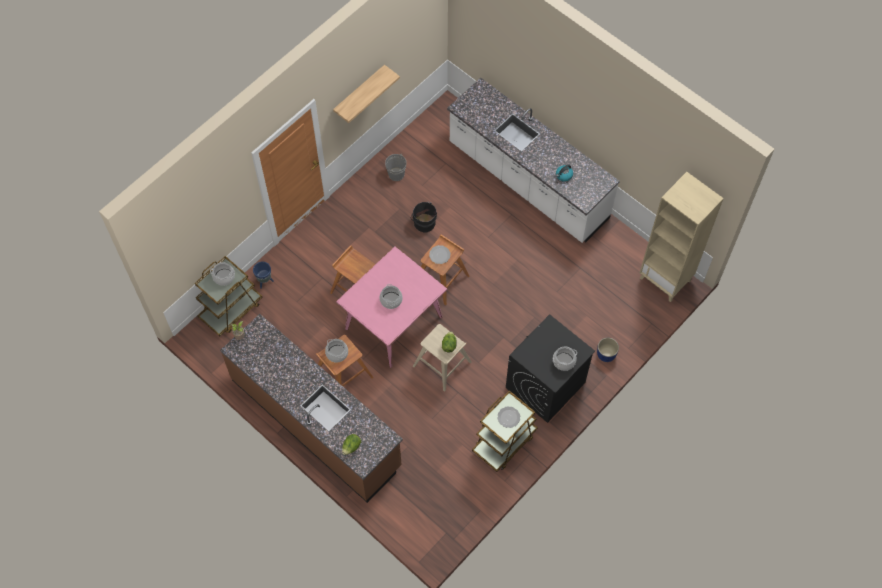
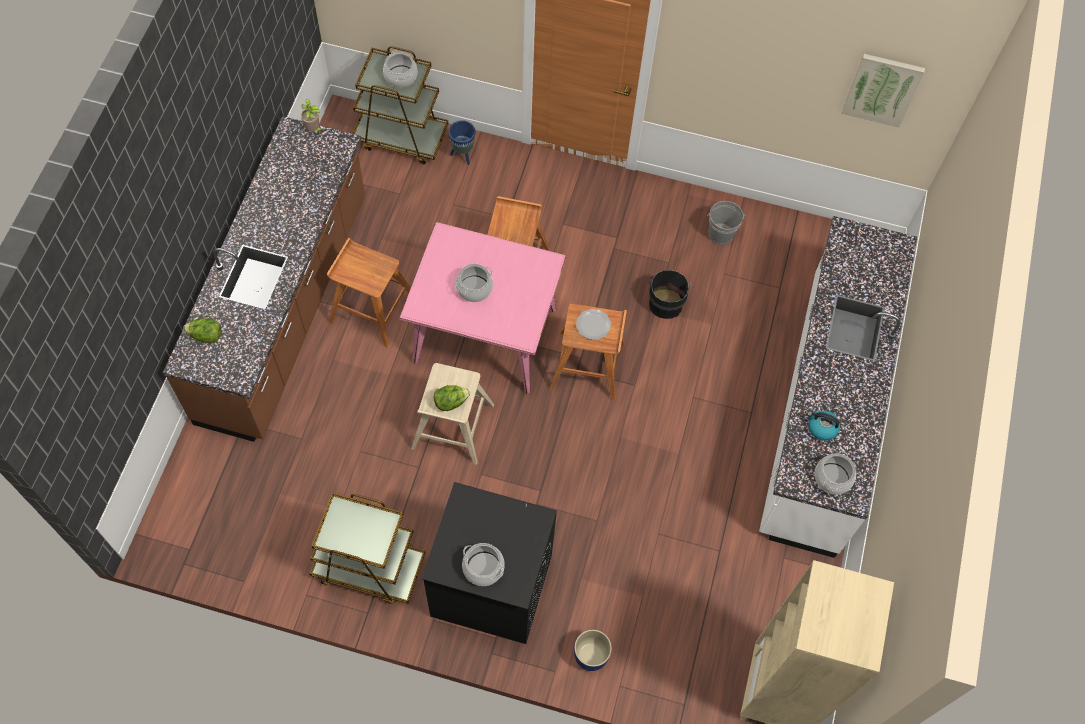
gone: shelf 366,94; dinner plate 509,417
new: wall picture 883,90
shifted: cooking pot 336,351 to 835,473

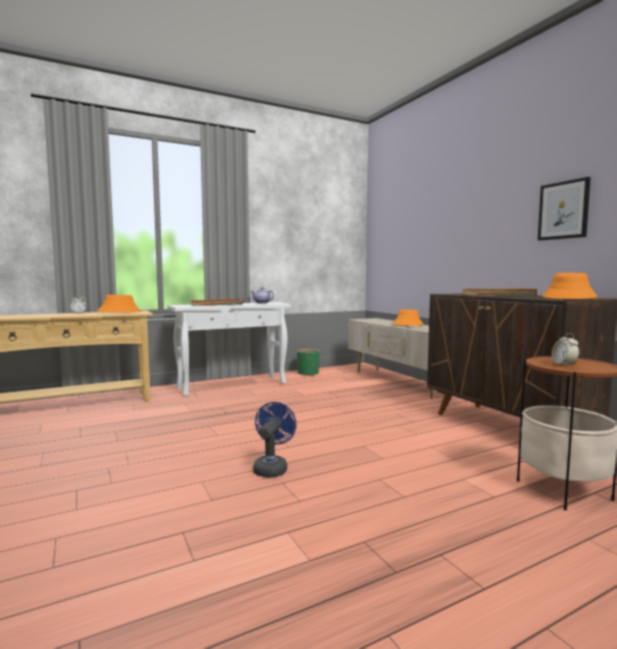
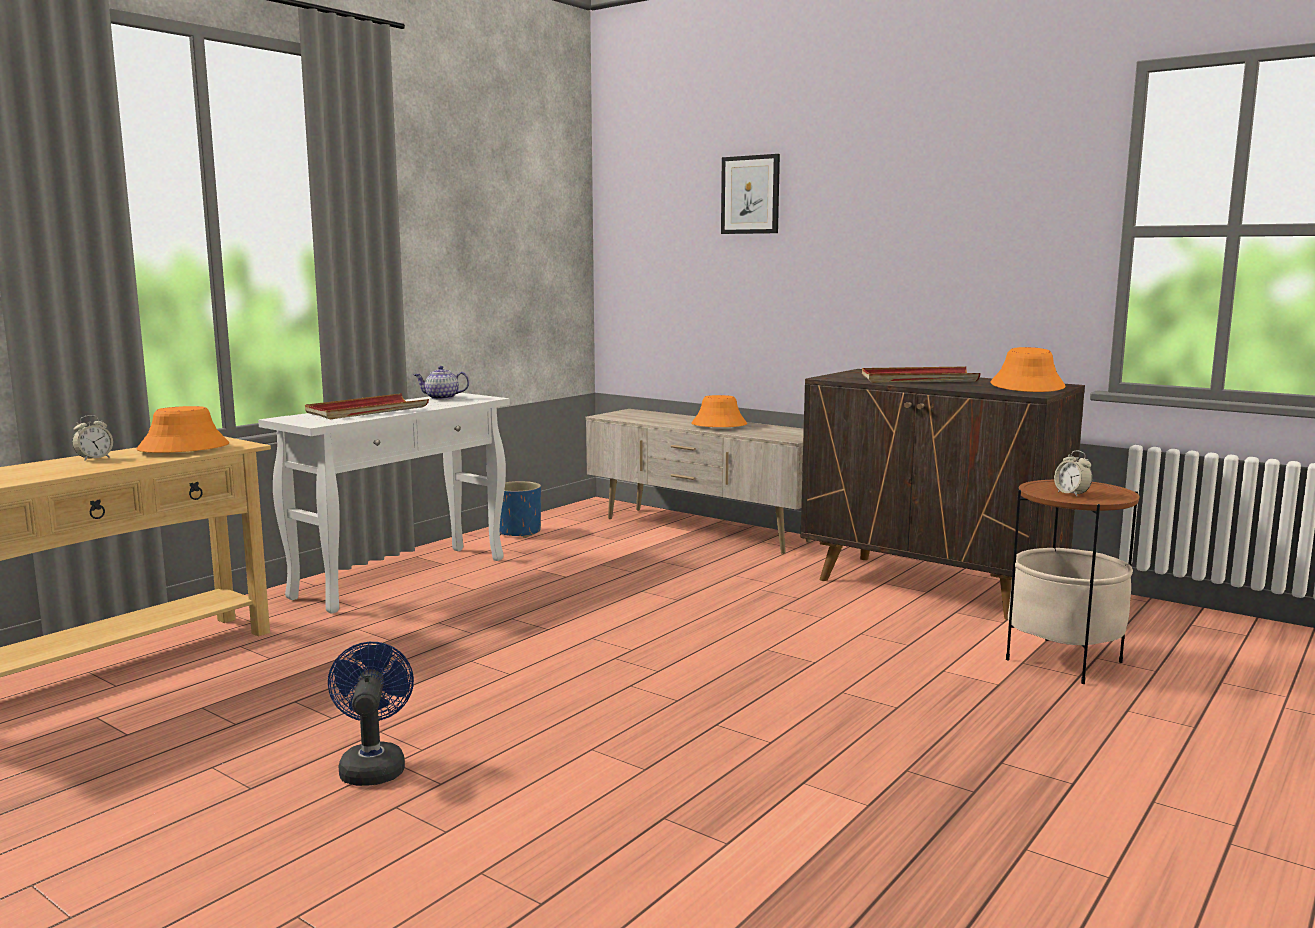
shifted: wall picture 564,209 to 750,194; bluish fan 275,439 to 371,714
repainted: green planter 308,362 to bluish planter 520,509

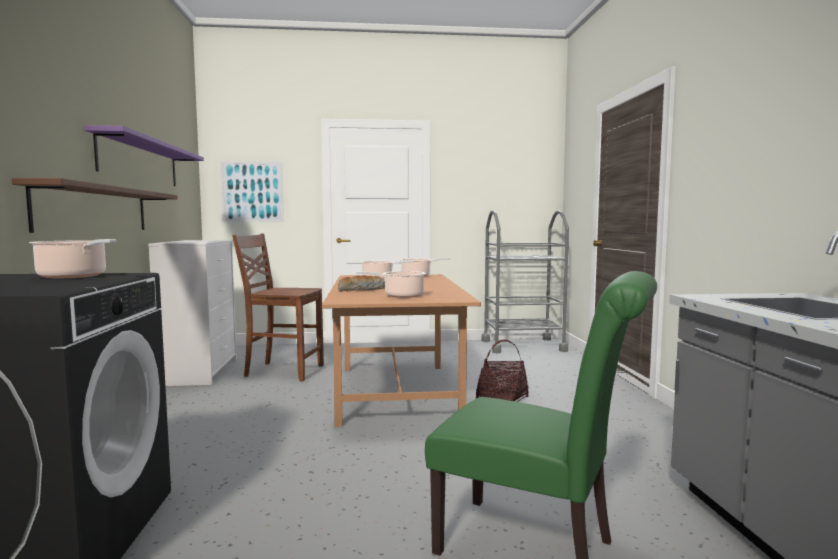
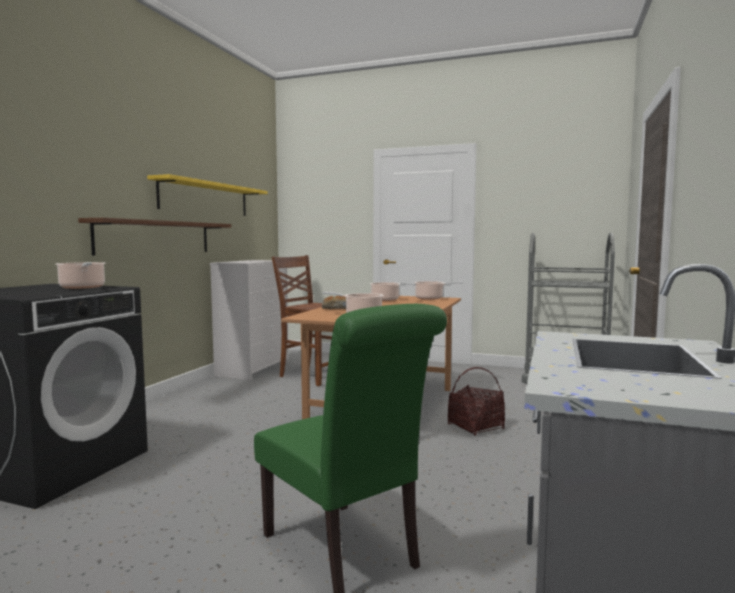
gone: wall picture 252,191
repainted: purple-coloured shelf 144,155 to yellow-coloured shelf 207,195

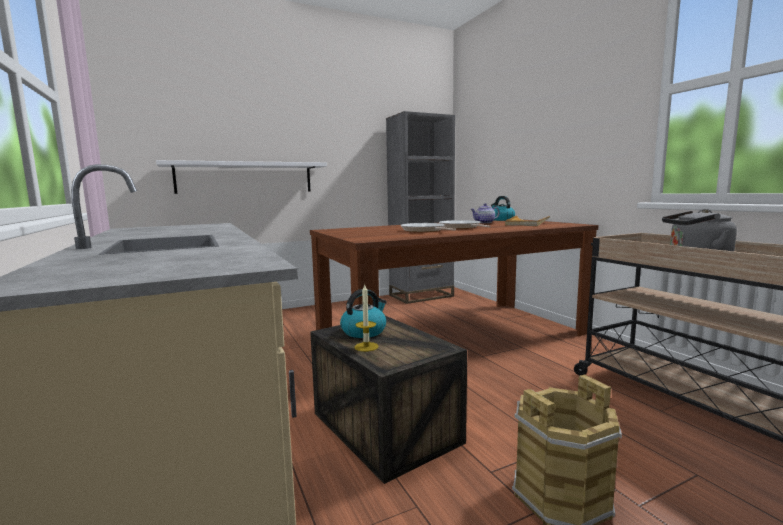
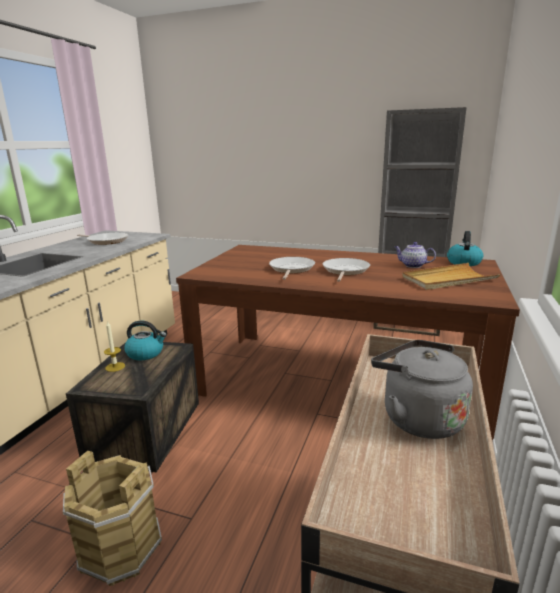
gone: white shelf 241,177
new: skillet 102,238

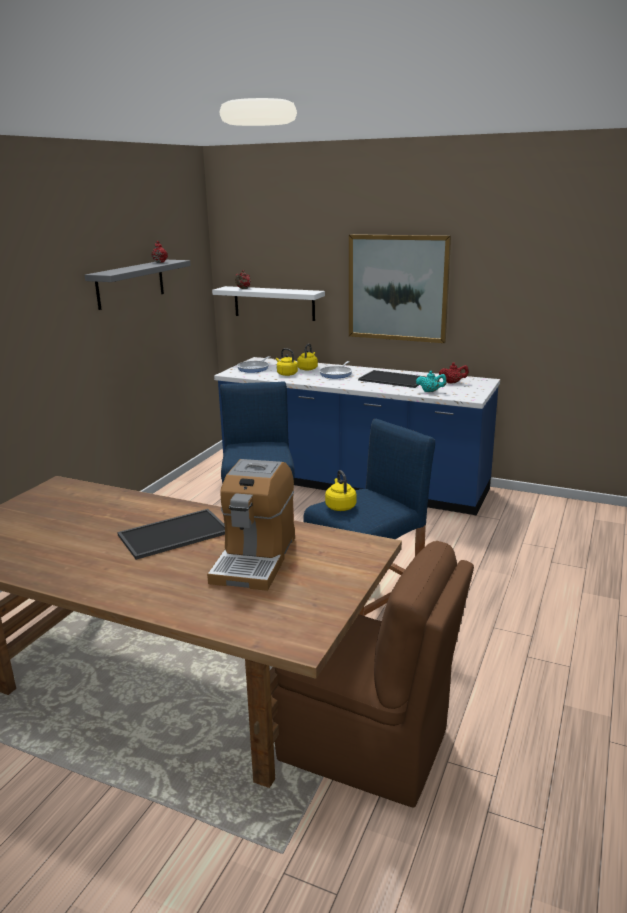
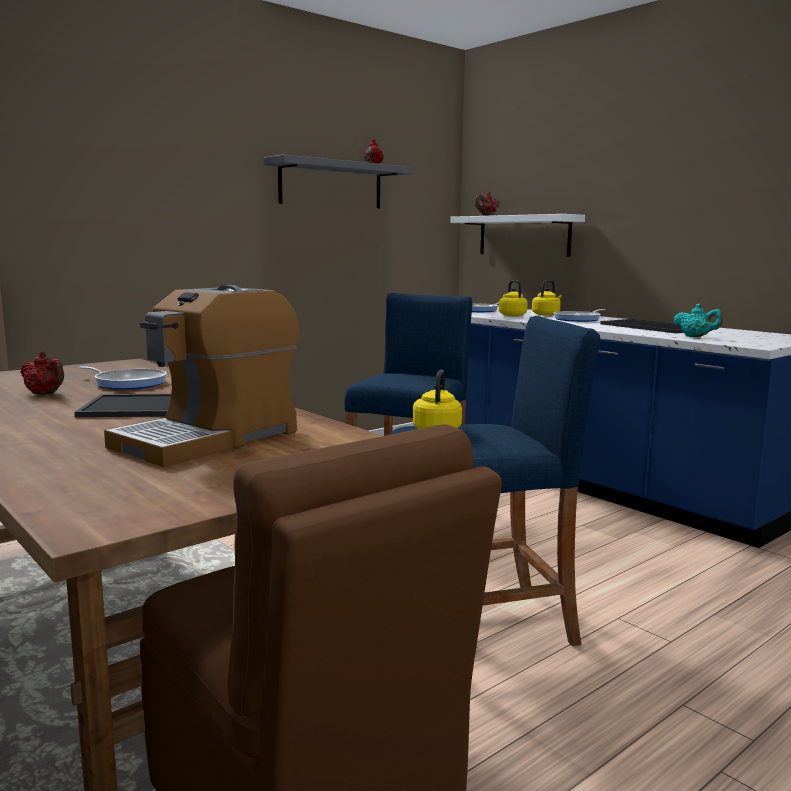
gone: wall picture 400,288
new: skillet 123,378
shifted: red-coloured pot for tea 454,372 to 42,373

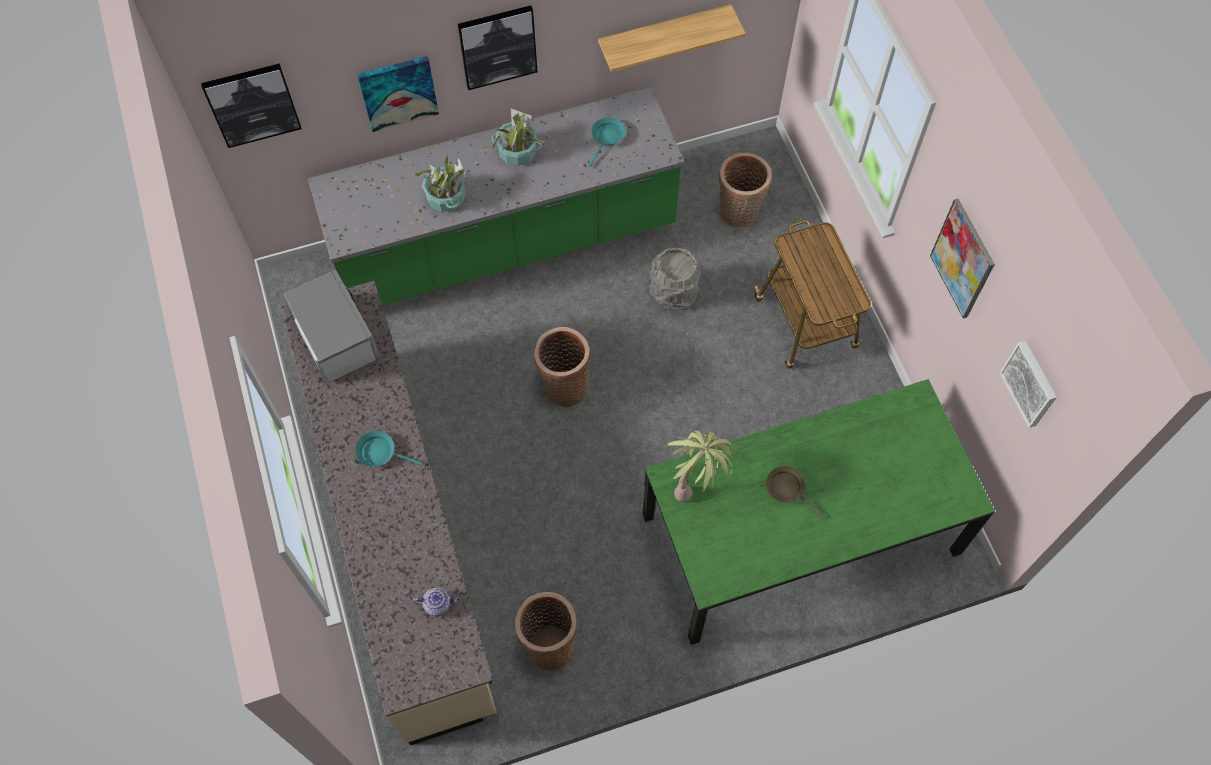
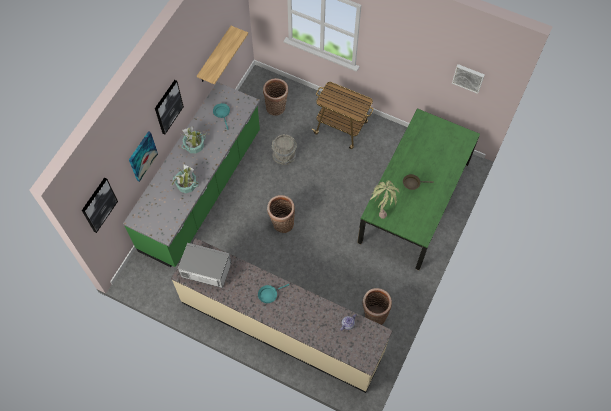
gone: wall picture 962,259

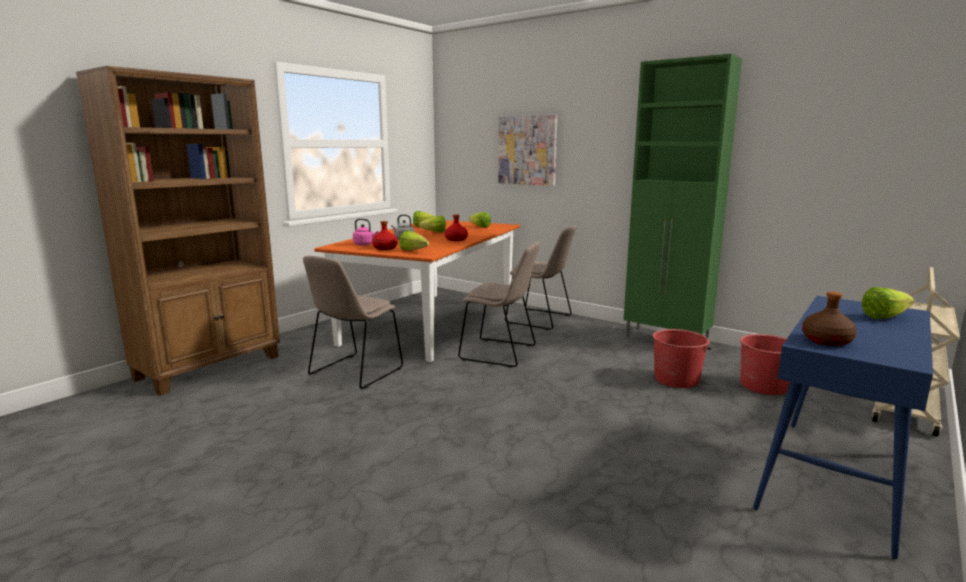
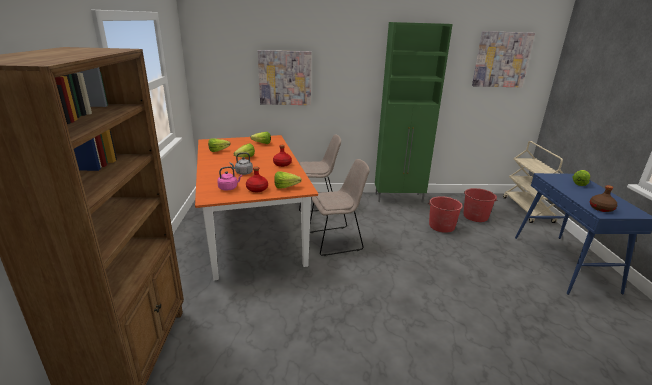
gone: beige-coloured chair 353,322
new: wall picture 503,59

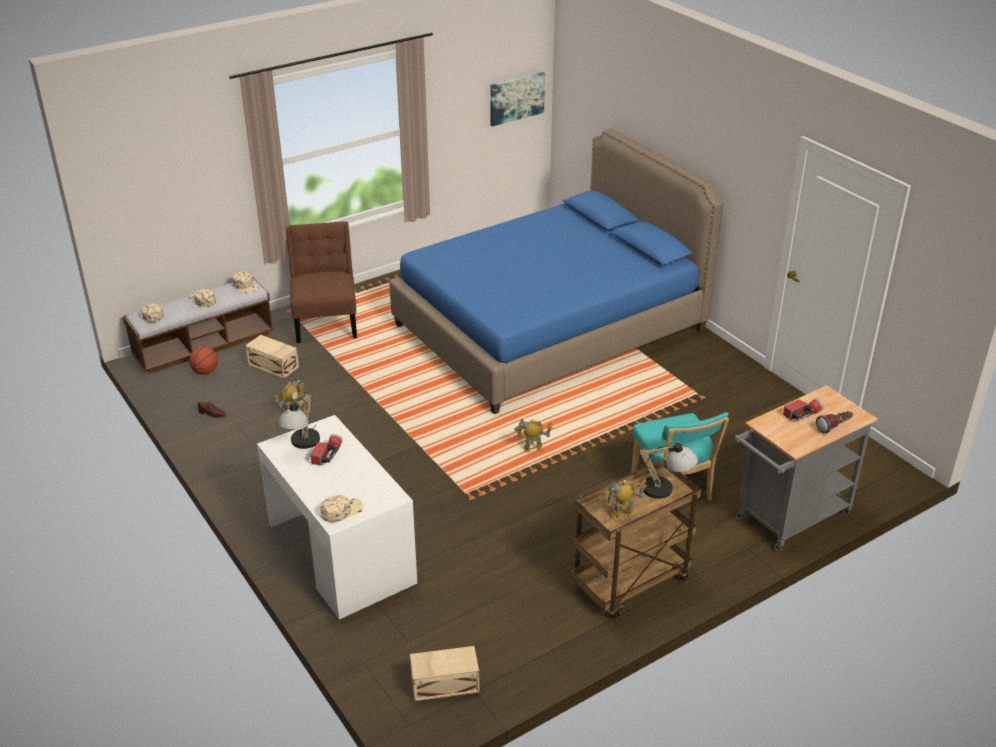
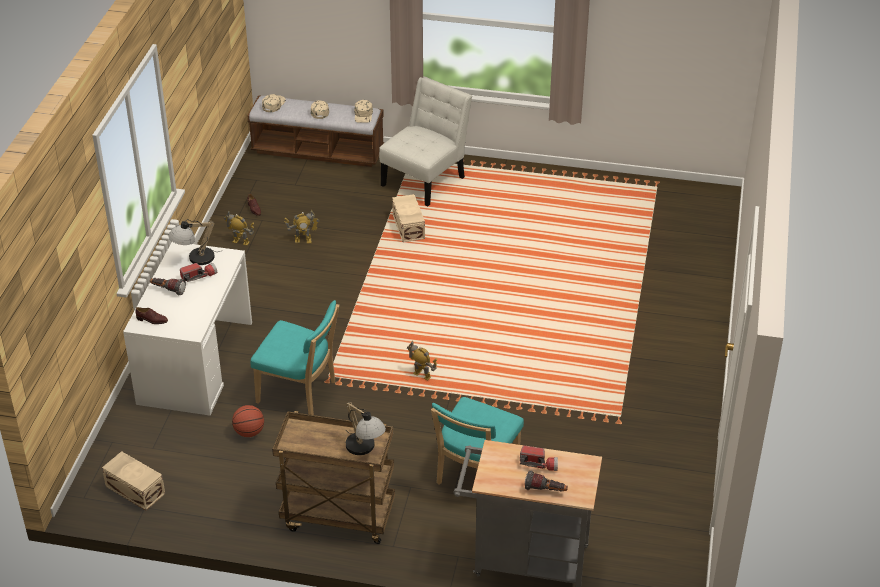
gone: wall picture 517,99; bluish bed 556,271
new: flashlight 168,286; blue-green chair 294,357
shifted: beige-coloured storage container 272,357 to 408,218; basketball 203,361 to 248,421; toy robot 625,500 to 239,228
swapped: beige-coloured peaked cap 342,508 to brown low shoe 151,315
repainted: brown chair 321,282 to white chair 425,141

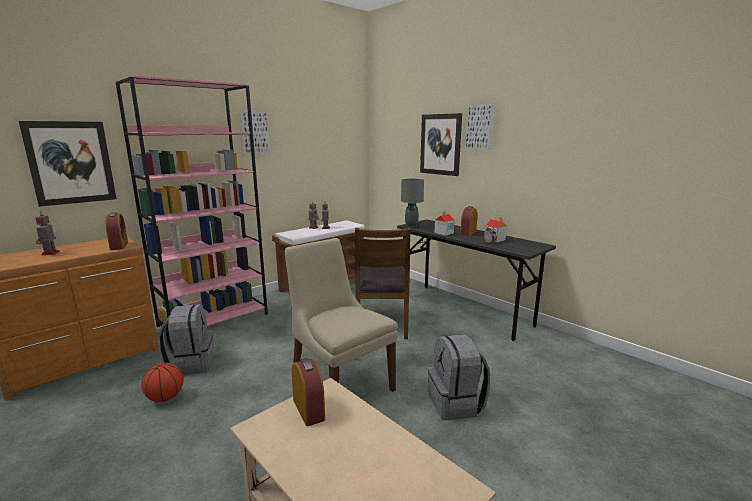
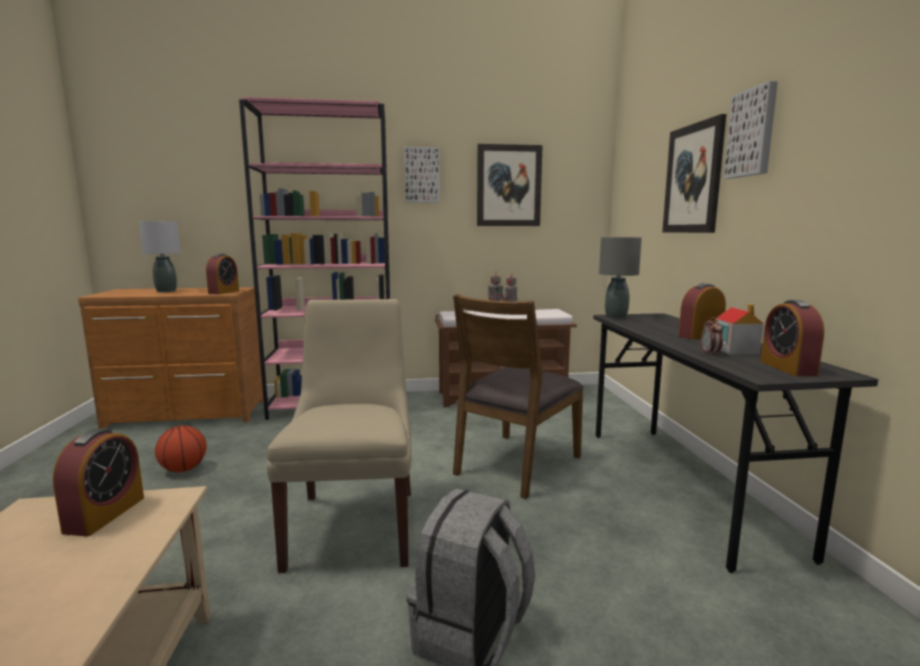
gone: miniature house 444,223; grey rucksack 186,339
new: bedside clock 792,338
shifted: wall picture 67,164 to 510,185
swapped: toy robot 47,232 to grey lamp for a table 160,256

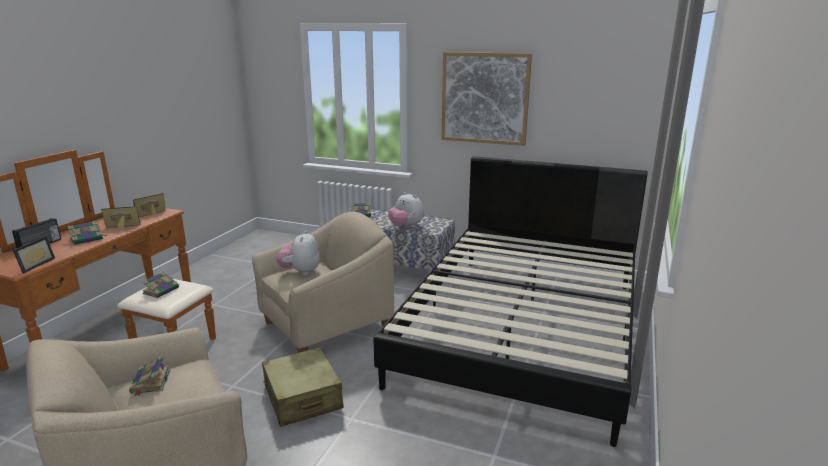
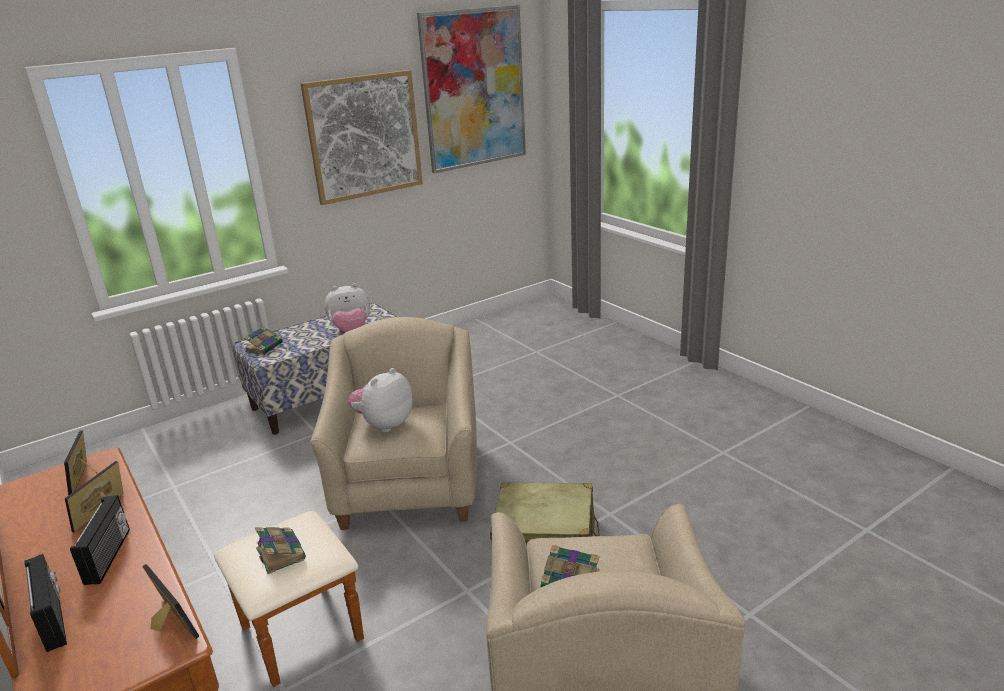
gone: blackish bed 510,301
new: wall picture 471,89
swapped: book 87,233 to radio receiver 100,540
rotated: plush toy 298,252 = 380,400 90 degrees clockwise

